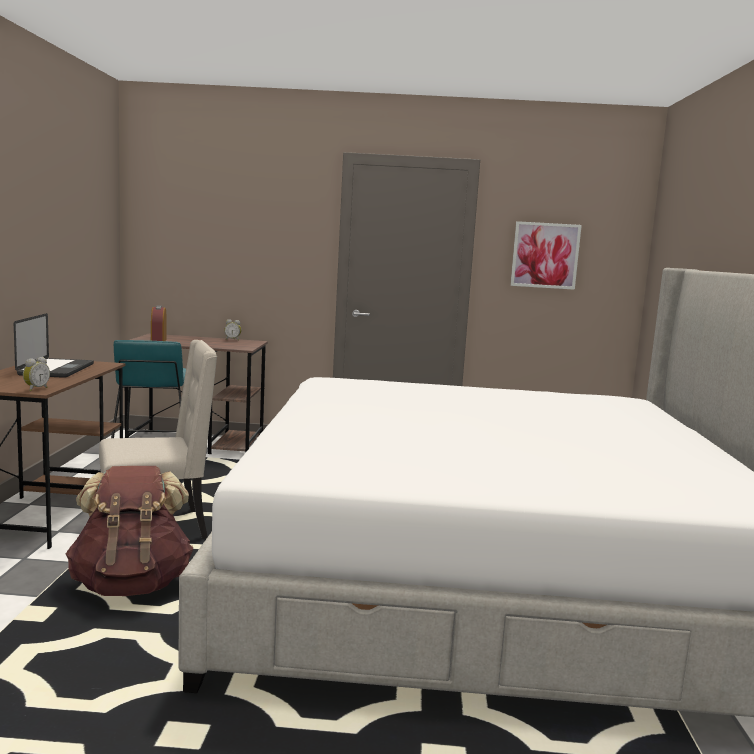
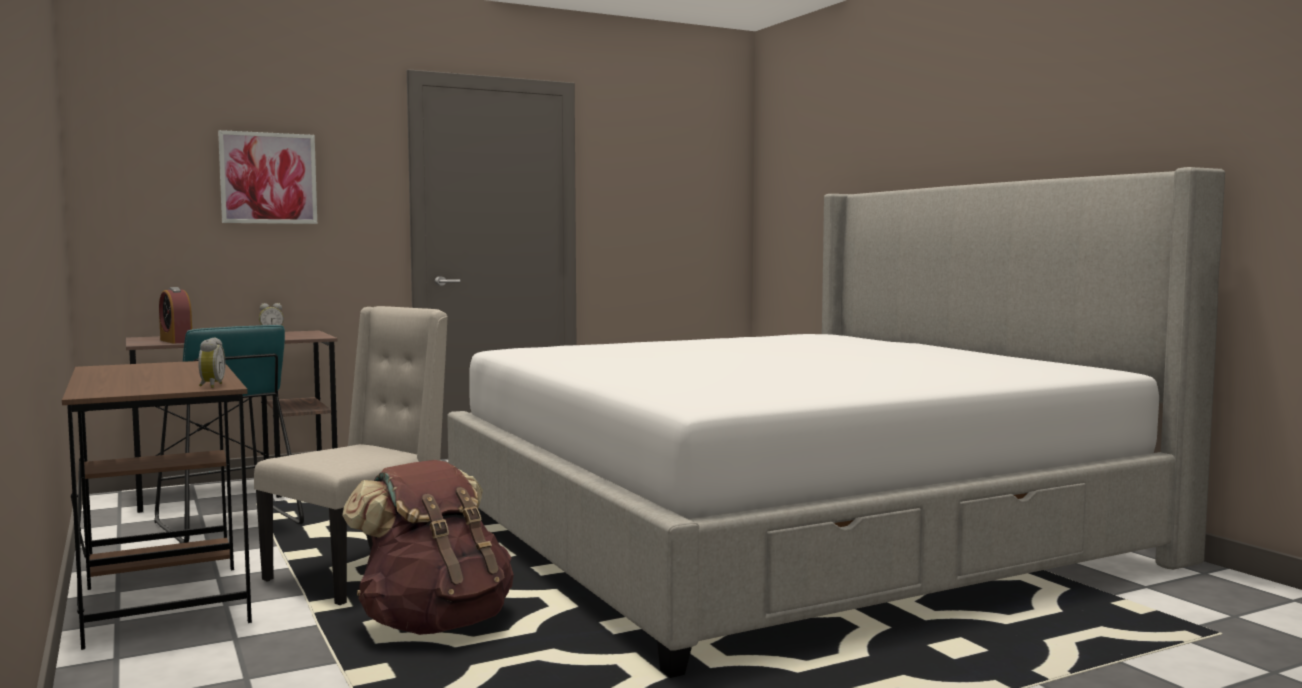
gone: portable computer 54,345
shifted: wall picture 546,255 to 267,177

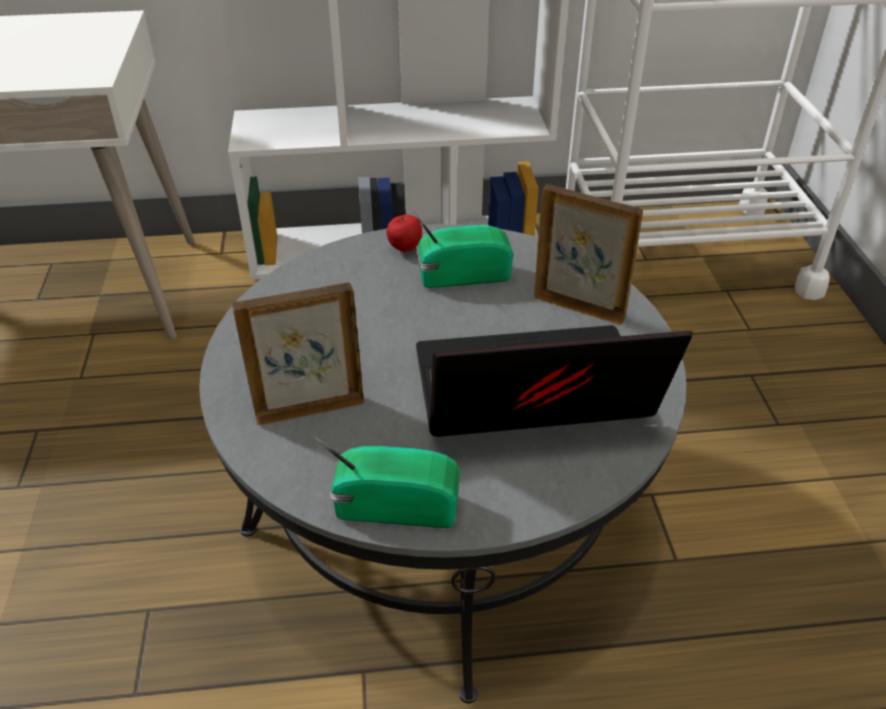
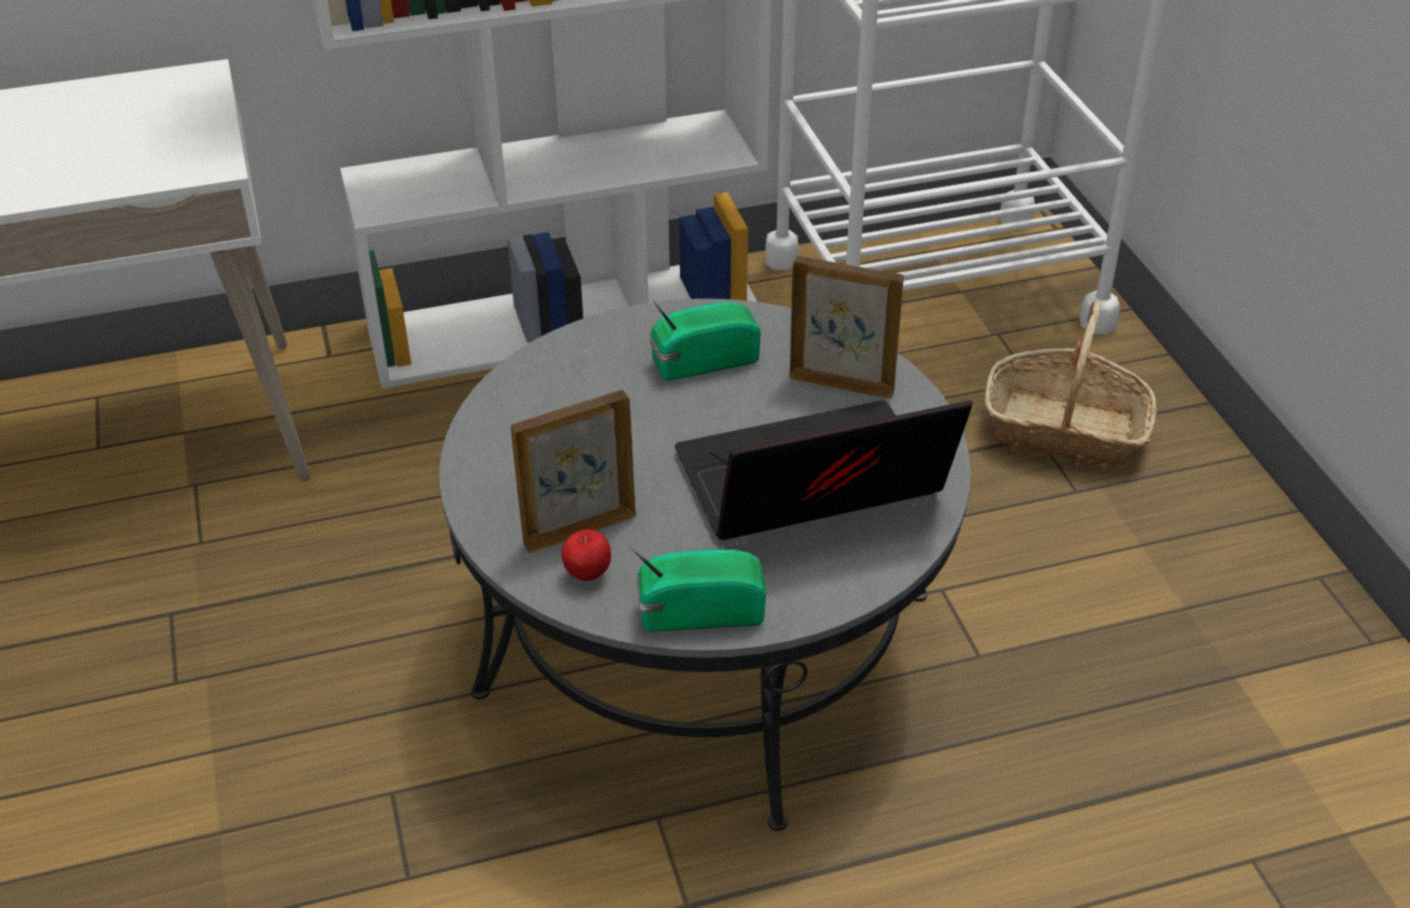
new: household basket 1071,383
shifted: whole apple 404,233 to 586,555

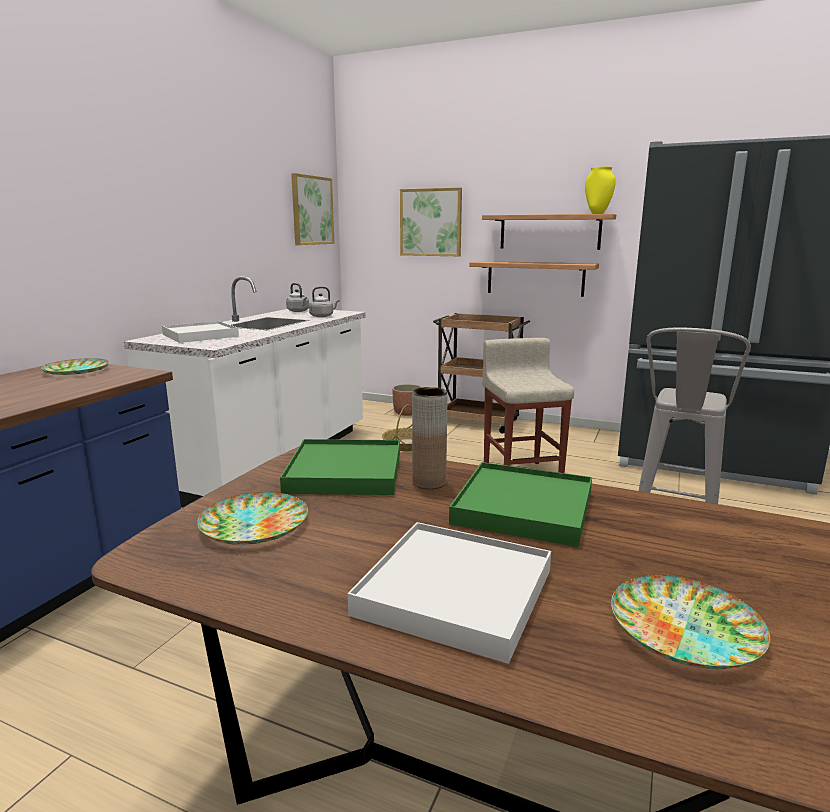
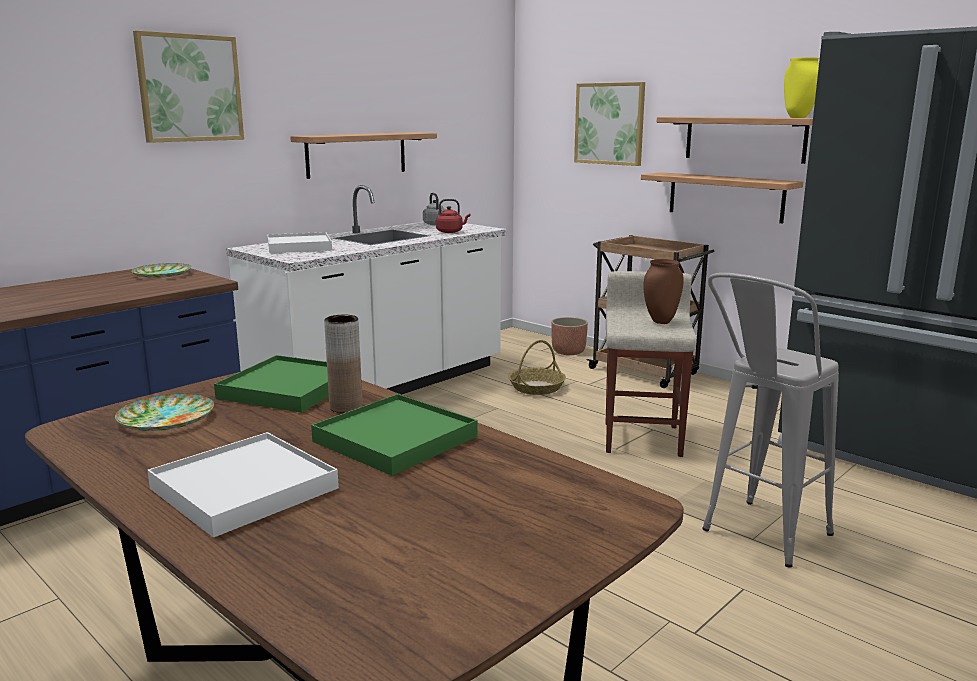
gone: dinner plate 690,622
new: shelf 363,155; brown flower vase 663,291
shifted: wall picture 312,209 to 188,86
repainted: grey water kettle 324,302 to red-coloured water kettle 453,216

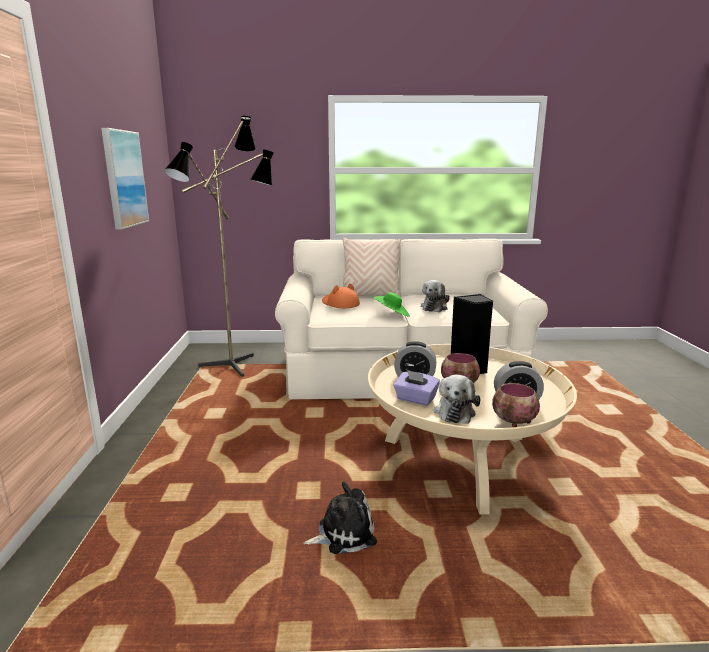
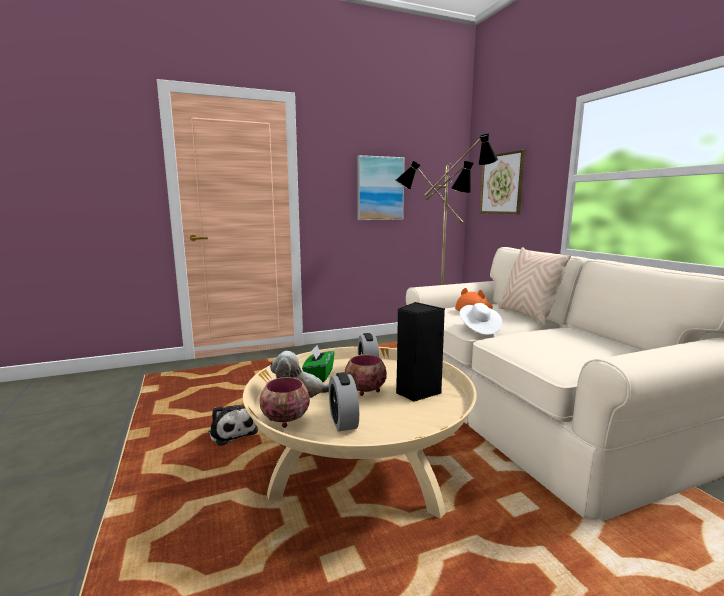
gone: plush toy 435,296
new: wall picture 502,182
repainted: green hat 391,304 to white hat 481,319; purple-coloured box of tissues 417,388 to green box of tissues 318,363

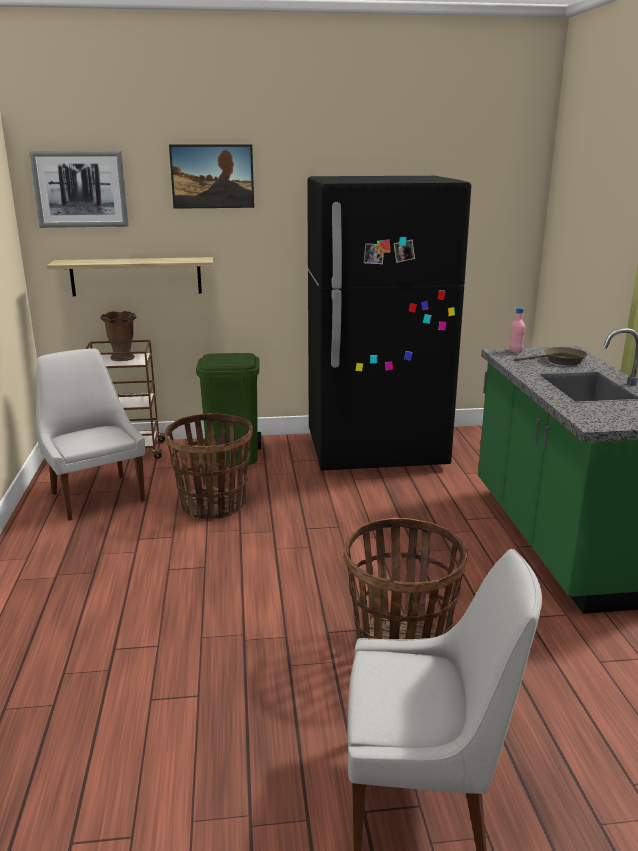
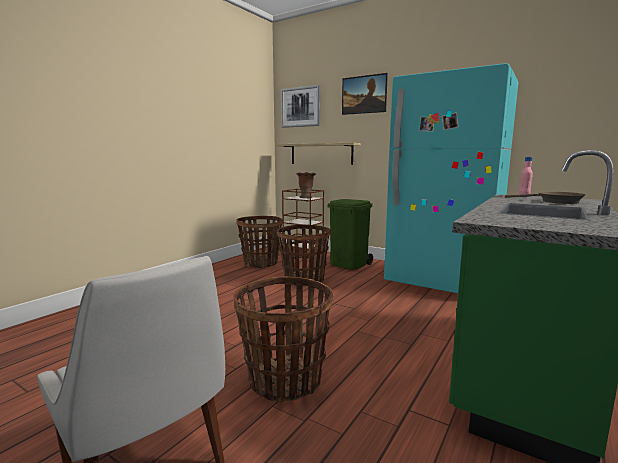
swapped: white chair 90,434 to household basket 259,242
repainted: blackish kitchen fridge 389,323 to blue-green kitchen fridge 451,178

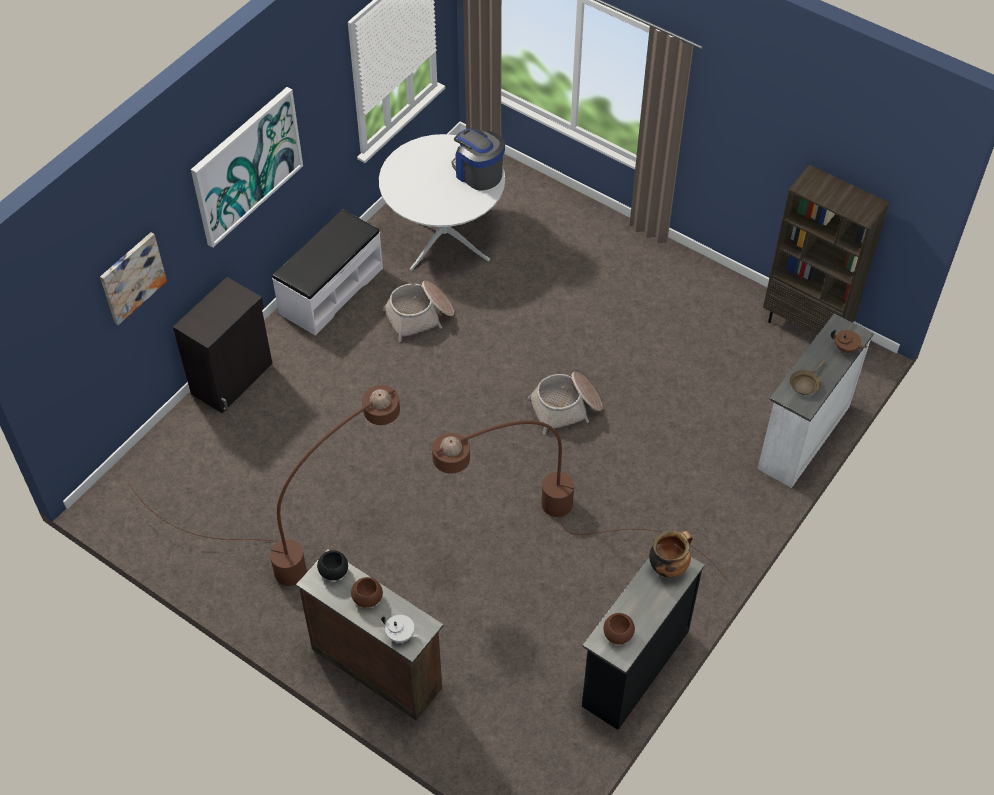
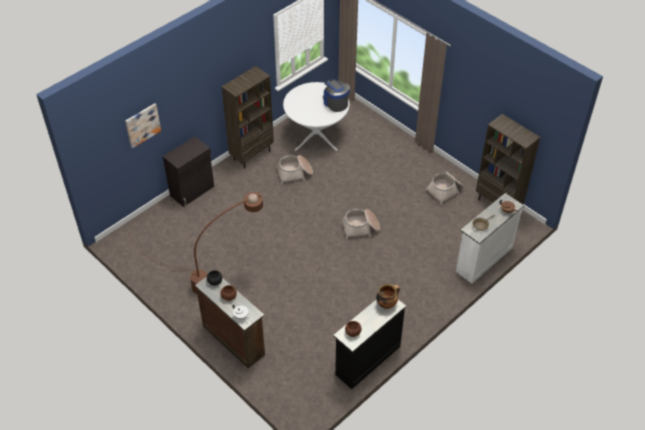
gone: wall picture 247,167; brown floor lamp 580,501
new: household basket 444,188
swapped: white bench 327,272 to brown bookcase 248,117

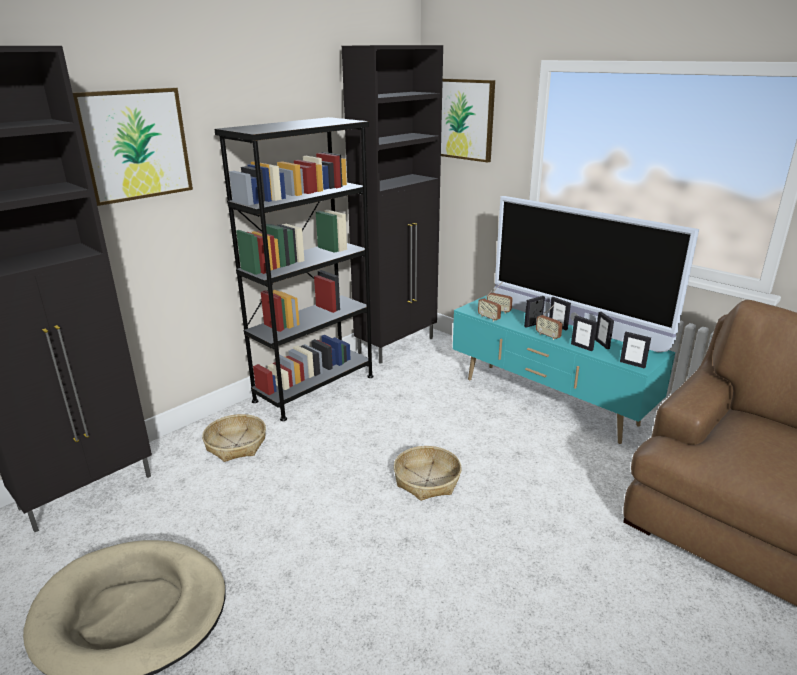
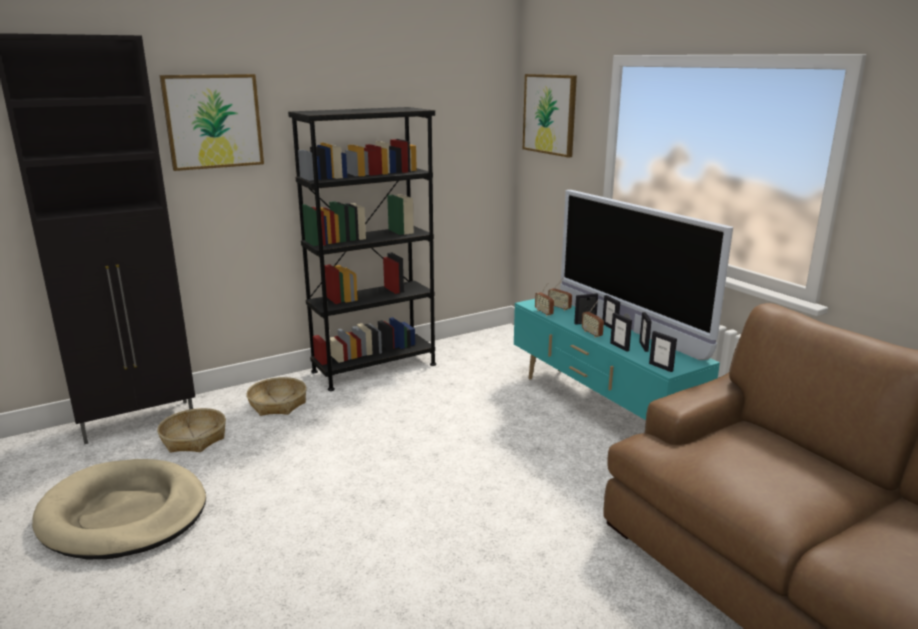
gone: blackish cupboard 392,204
shifted: household basket 428,473 to 191,430

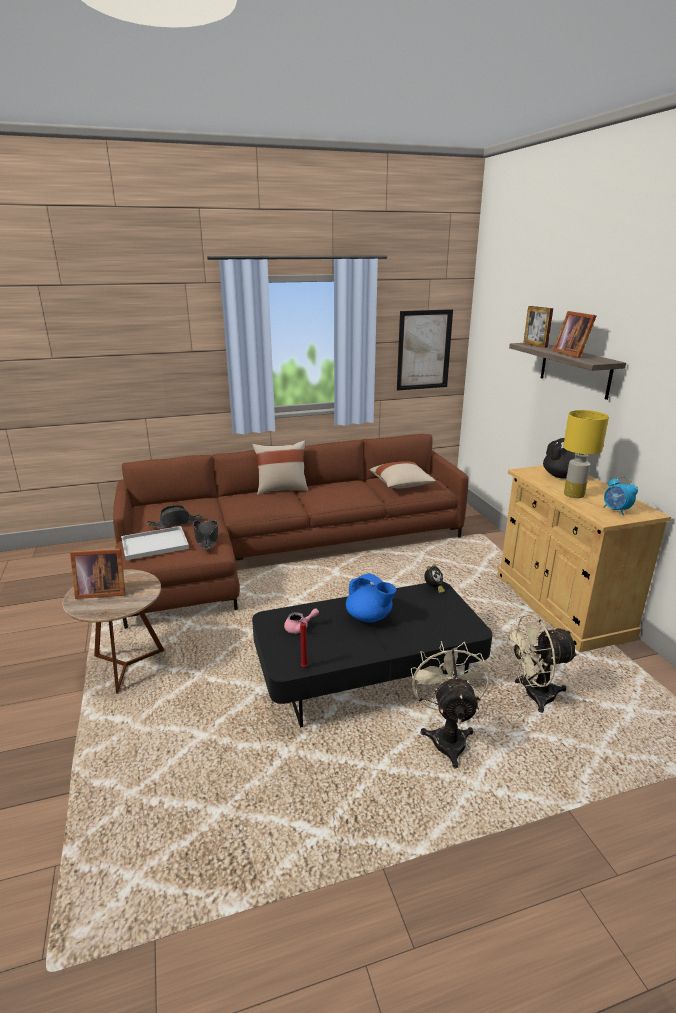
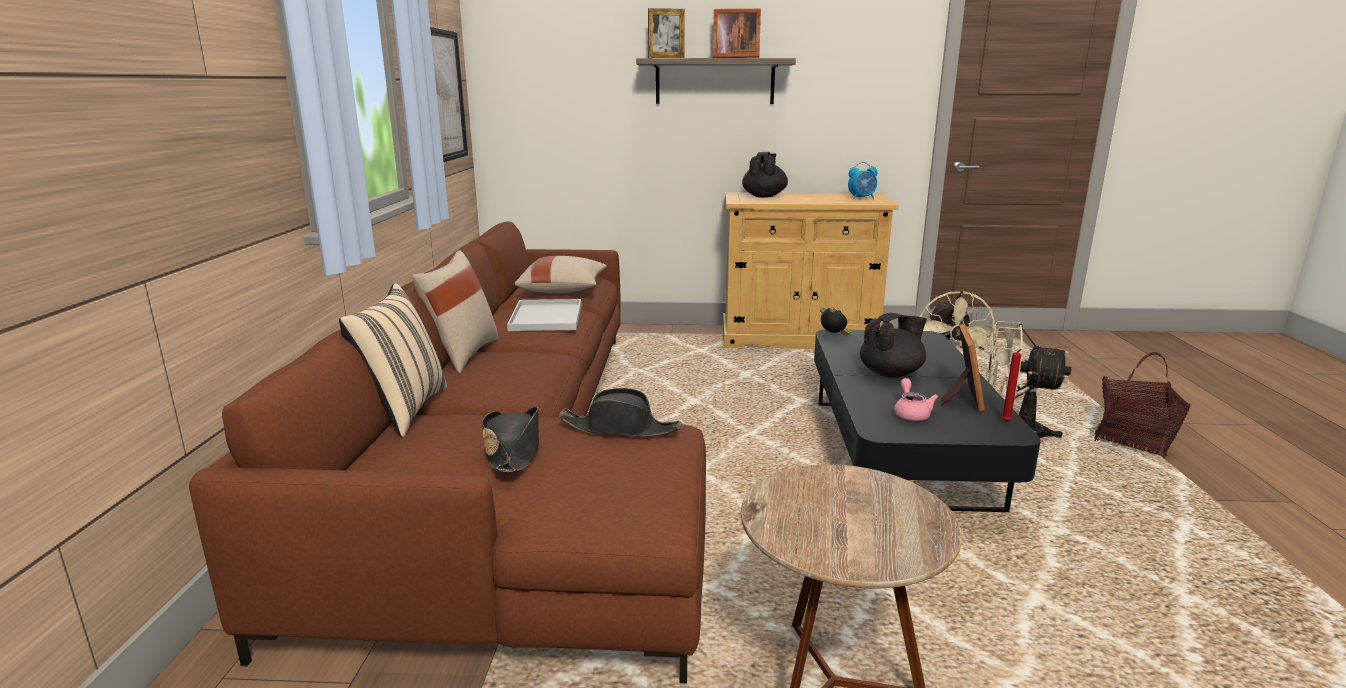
gone: yellow-coloured lamp for a table 586,454
new: beige-coloured throw pillow 393,360; household basket 1142,405
shifted: white serving tray 155,543 to 544,315; standing frame 98,574 to 963,367
repainted: bluish pot for tea 371,598 to blackish pot for tea 893,345

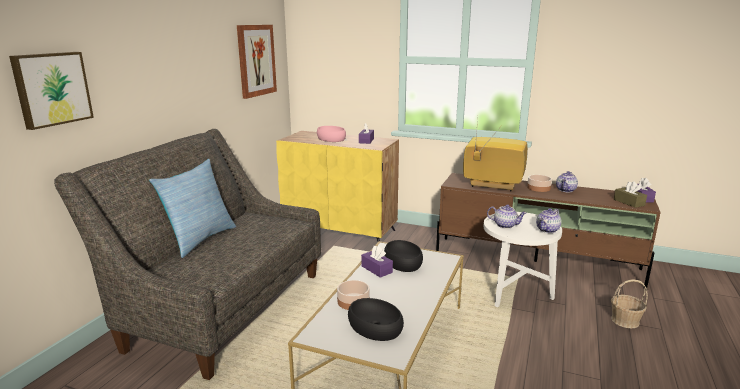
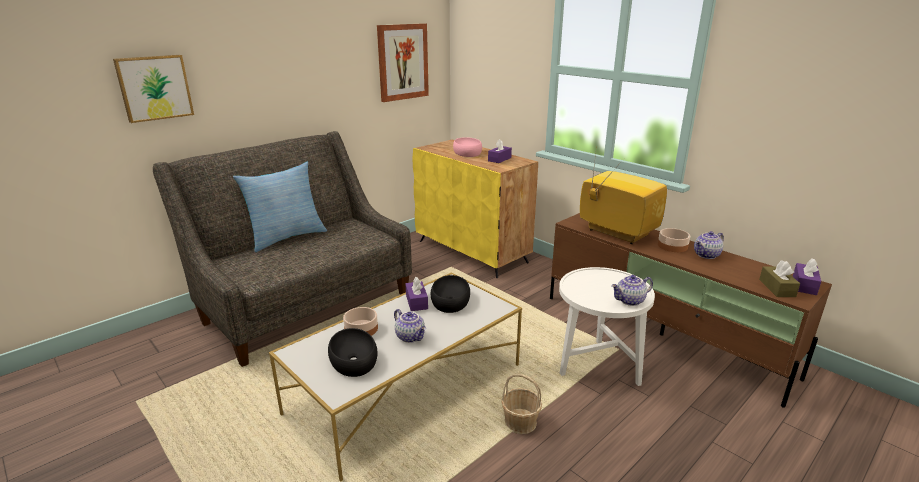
shifted: pot for tea 506,216 to 410,326; household basket 629,303 to 521,404

